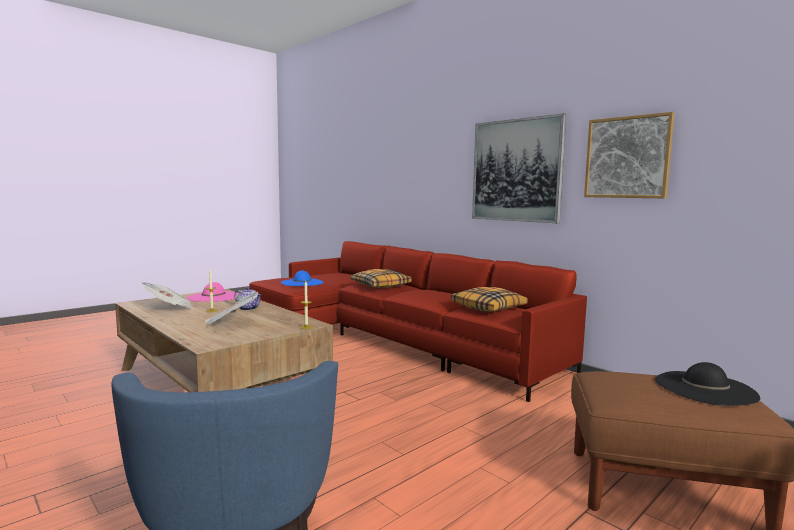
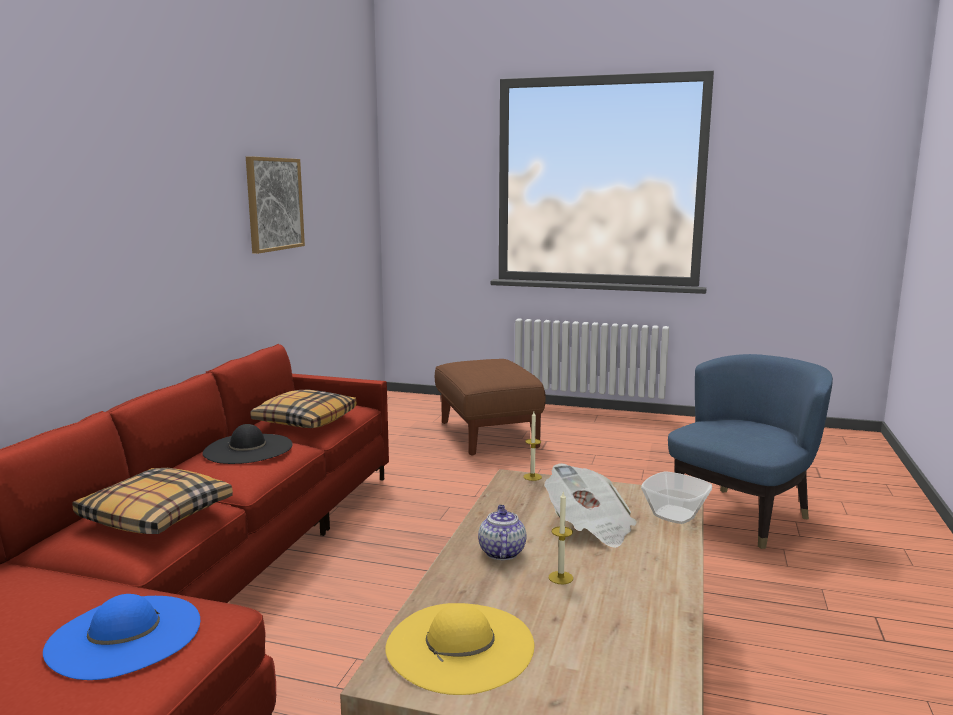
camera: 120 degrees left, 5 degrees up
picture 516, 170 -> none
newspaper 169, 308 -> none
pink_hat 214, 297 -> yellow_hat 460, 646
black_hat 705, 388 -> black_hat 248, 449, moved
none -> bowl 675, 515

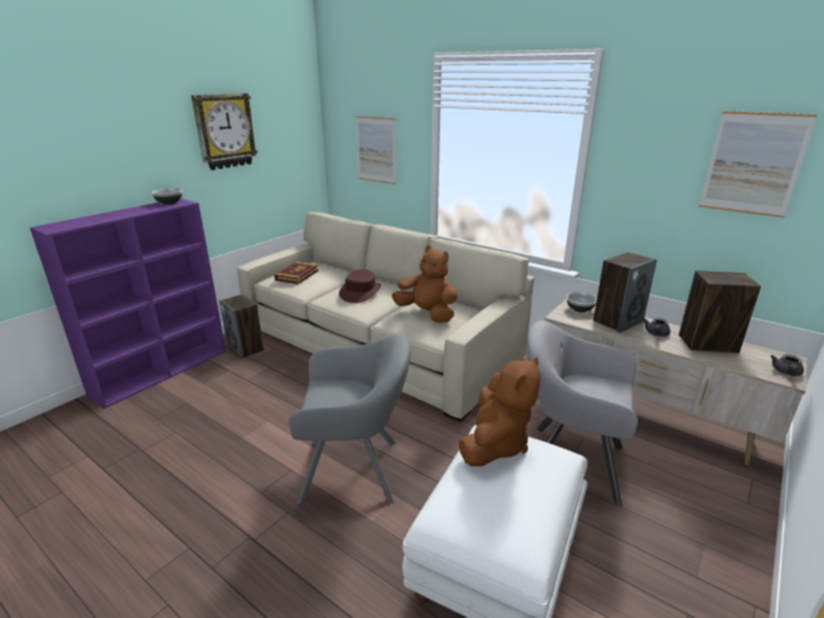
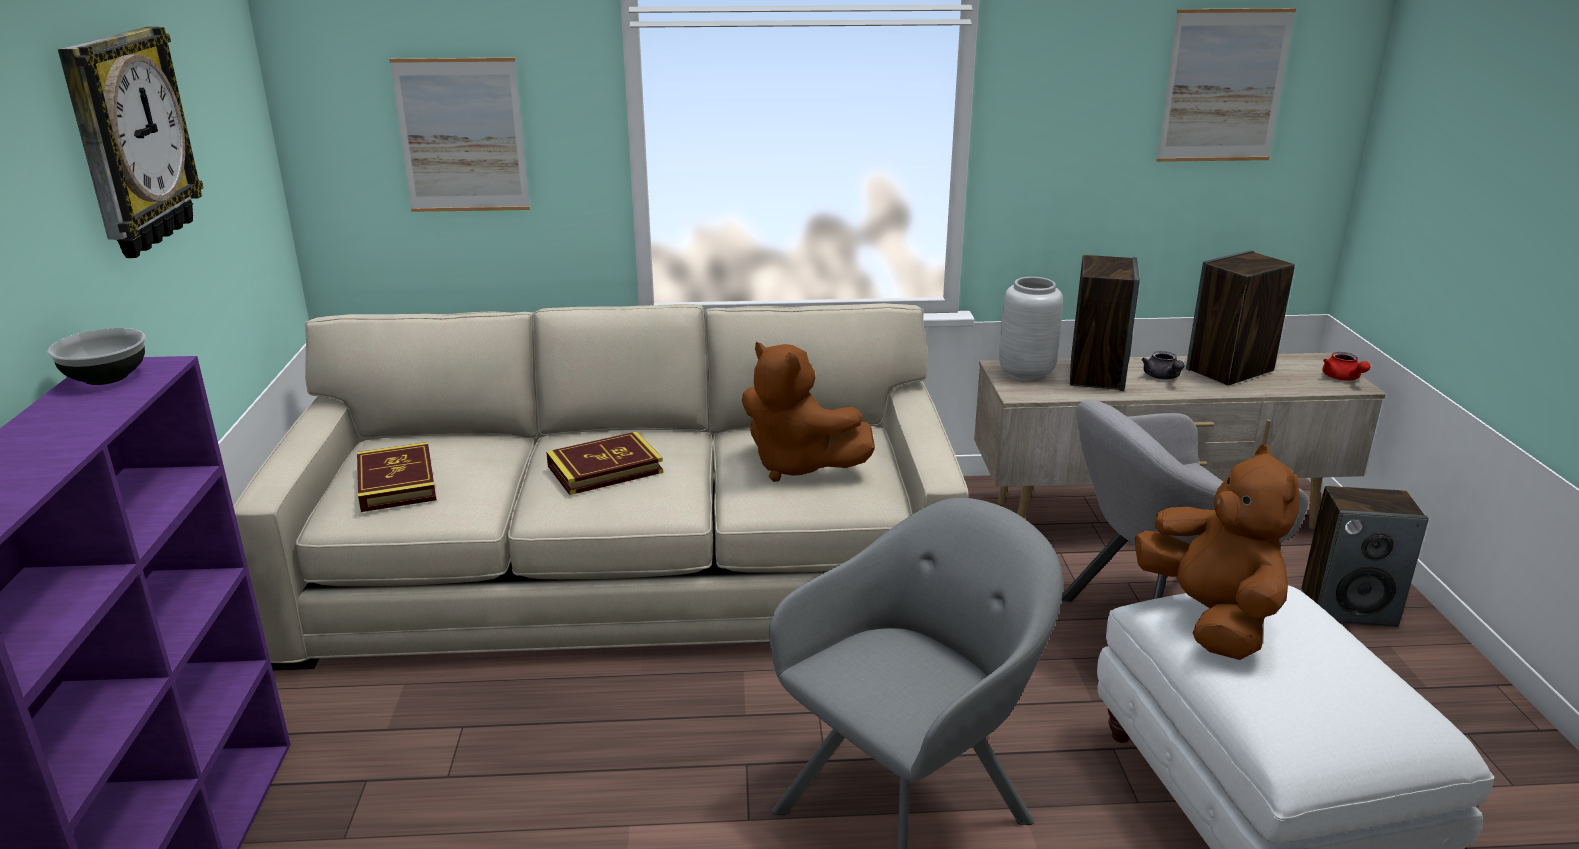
camera: 40 degrees left, 0 degrees up
brown_plush_toy 427, 314 -> brown_plush_toy 798, 466, 135 degrees counterclockwise
brown_hat 360, 292 -> book 605, 469
bowl 579, 309 -> grey_vase 1025, 373
speaker 246, 348 -> speaker 1348, 608, moved
grey_teapot 786, 373 -> red_teapot 1343, 378

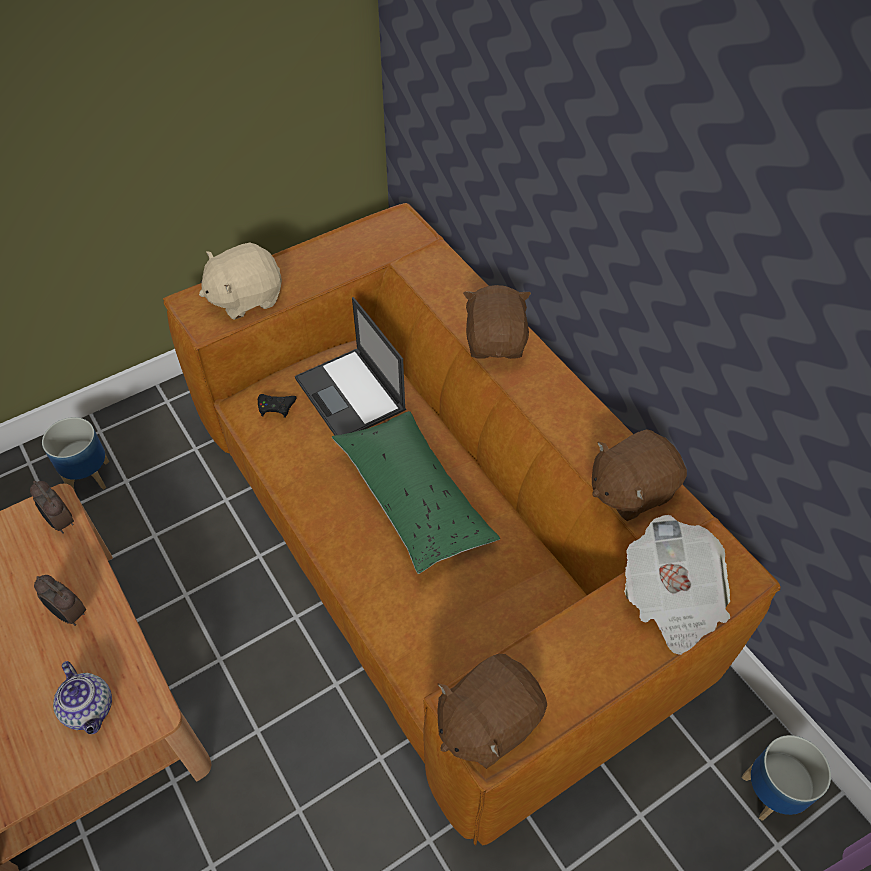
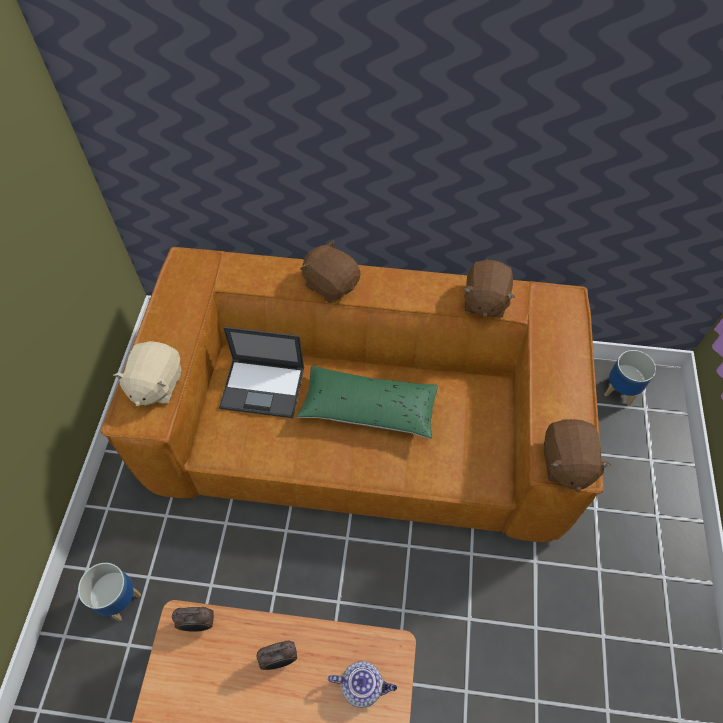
camera: 50 degrees left, 5 degrees up
black_game_controller 276, 407 -> none
newspaper 671, 599 -> none

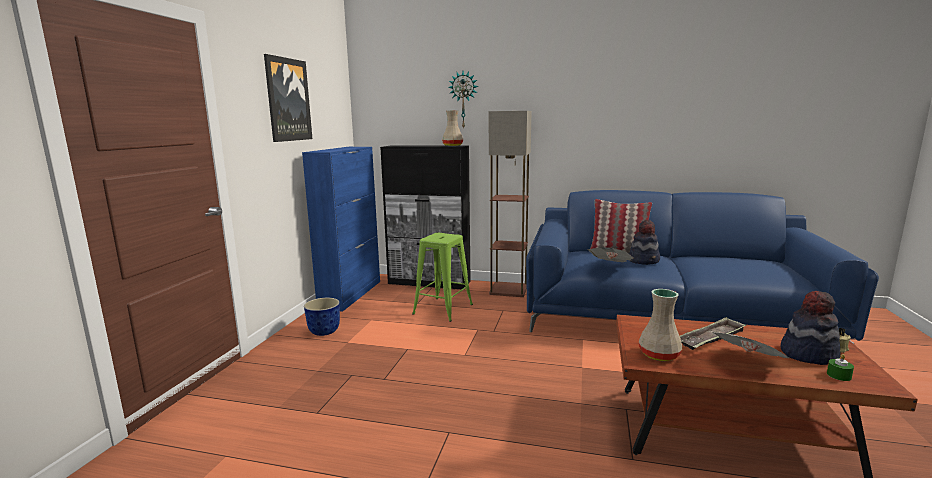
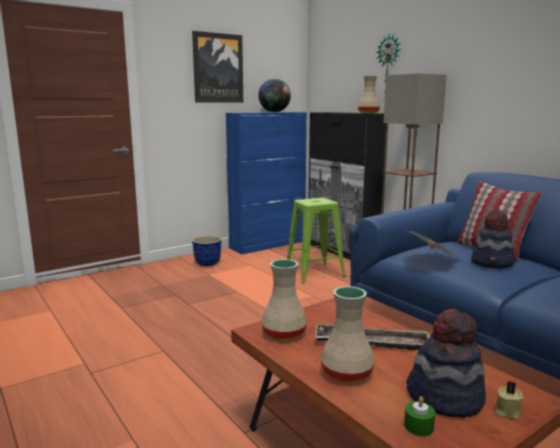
camera: 40 degrees right, 0 degrees up
newspaper 747, 363 -> beige_vase 347, 372
none -> globe 274, 112

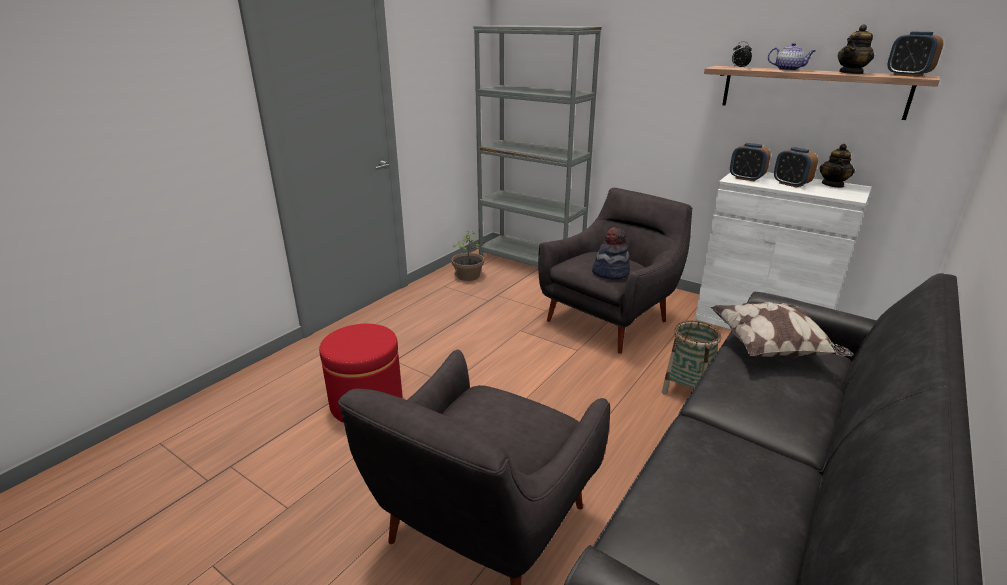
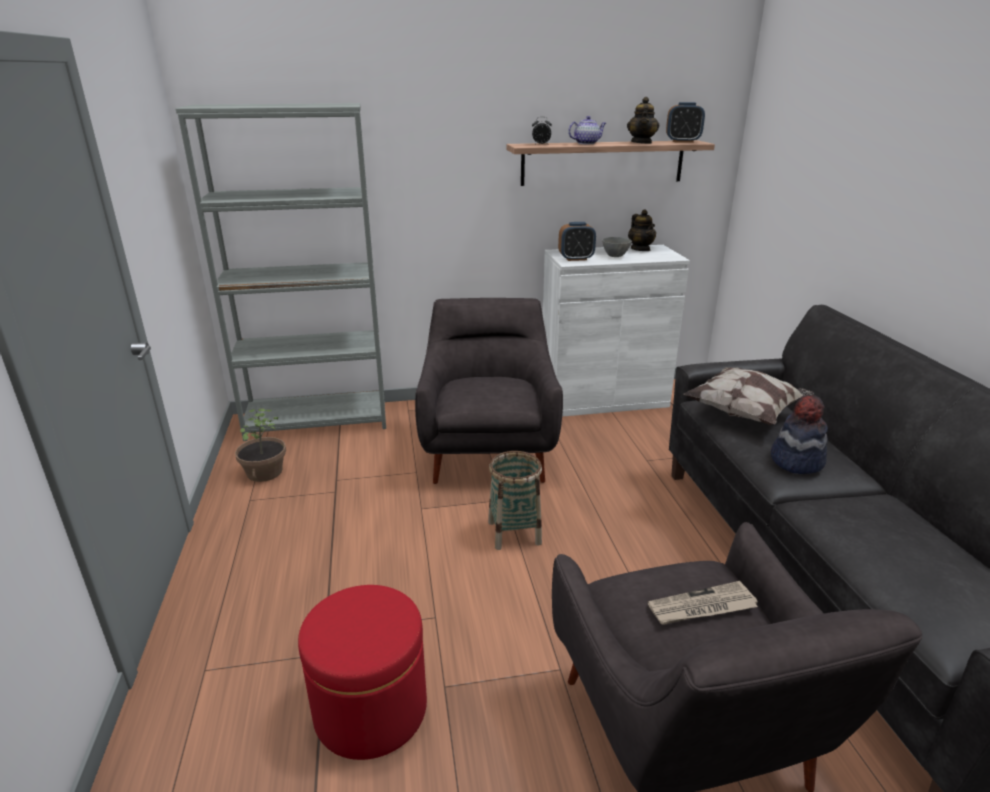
camera: 45 degrees left, 0 degrees up
alarm_clock 791, 184 -> grey_bowl 615, 256
hat 610, 272 -> hat 796, 460, moved
basket 687, 390 -> basket 514, 532, moved
none -> newspaper 701, 607

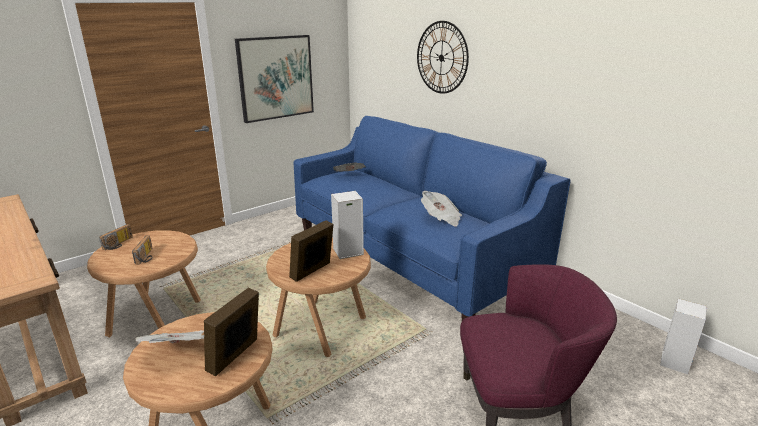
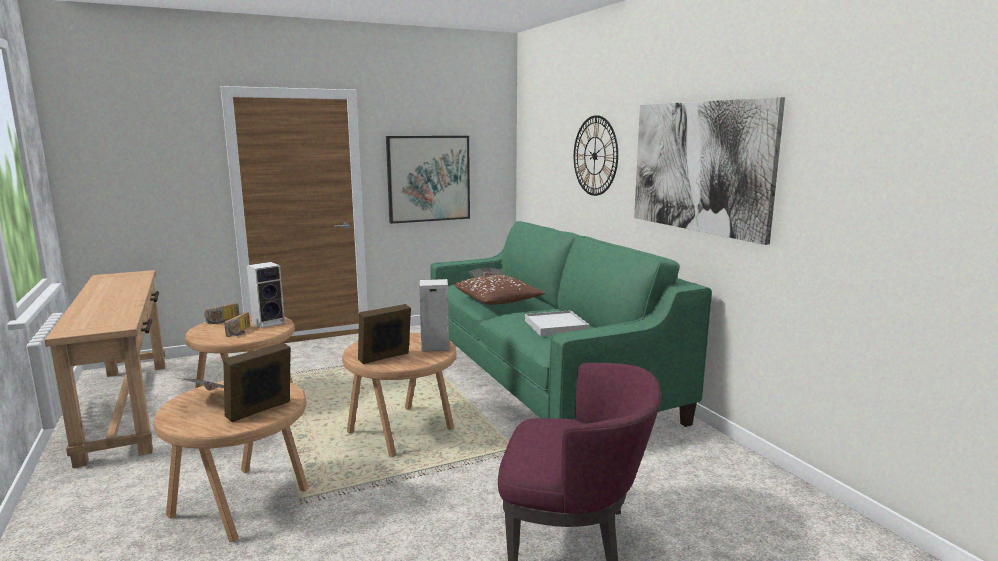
camera: 15 degrees right, 10 degrees down
blue_sofa 411, 254 -> green_sofa 543, 378
newspaper 441, 219 -> white_tray 556, 326
speaker 674, 361 -> speaker 269, 322, moved
none -> picture 700, 167
none -> brown_pillow 498, 301

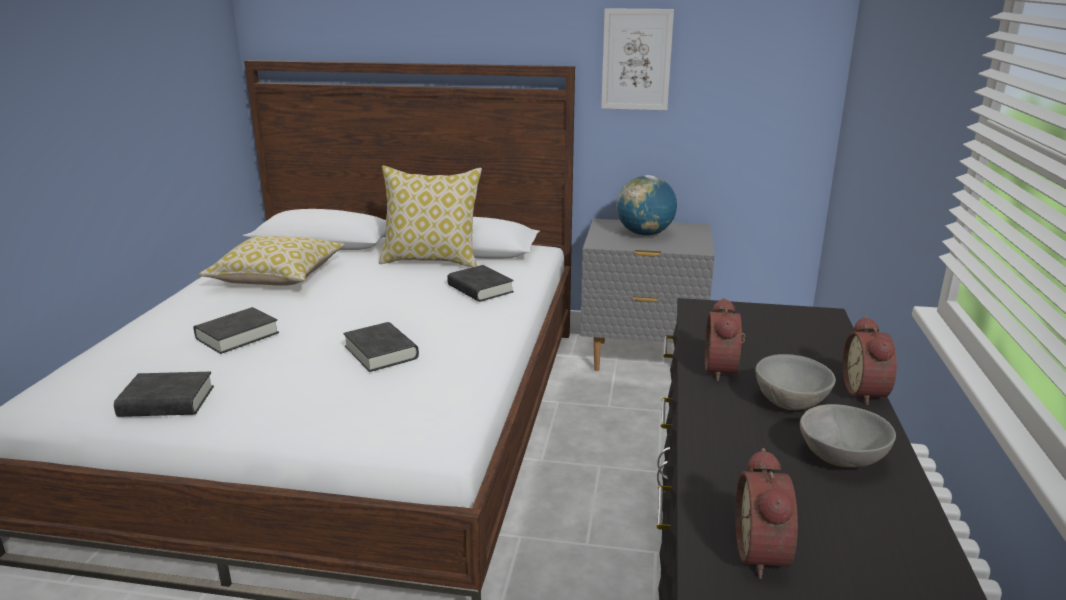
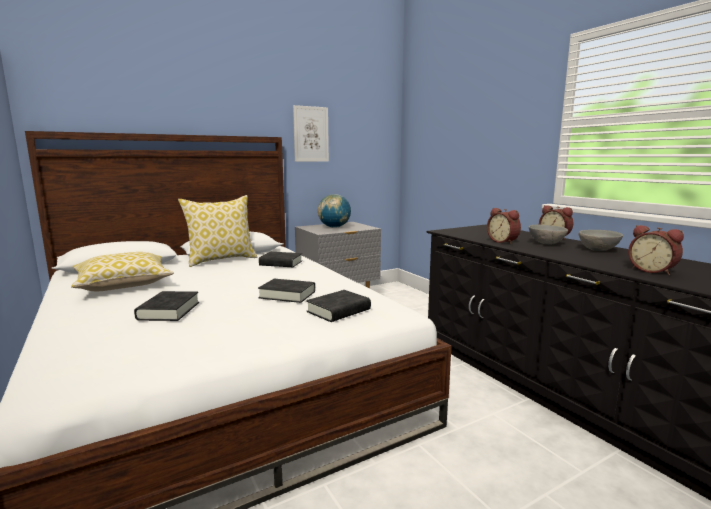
camera: 40 degrees left, 10 degrees down
black_book 167, 402 -> black_book 338, 311, moved

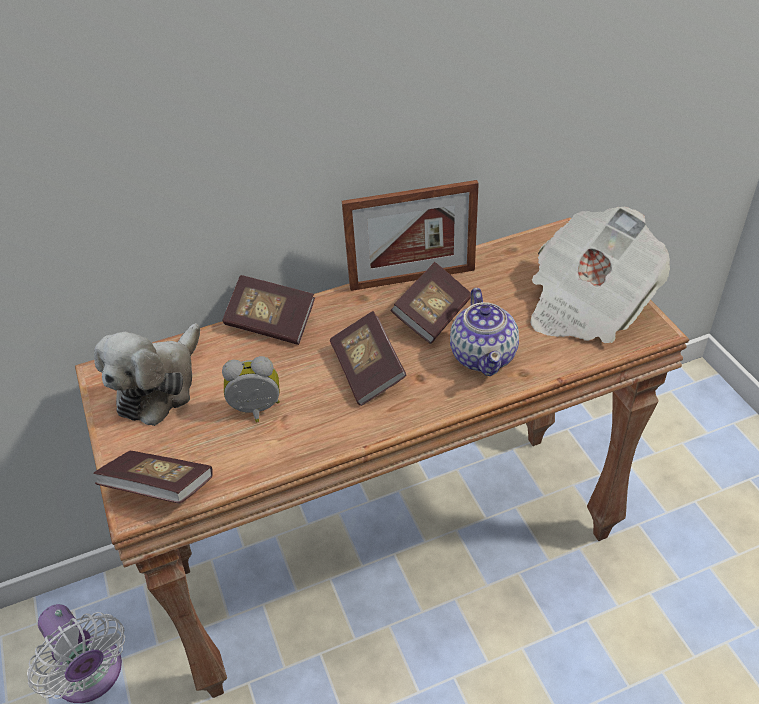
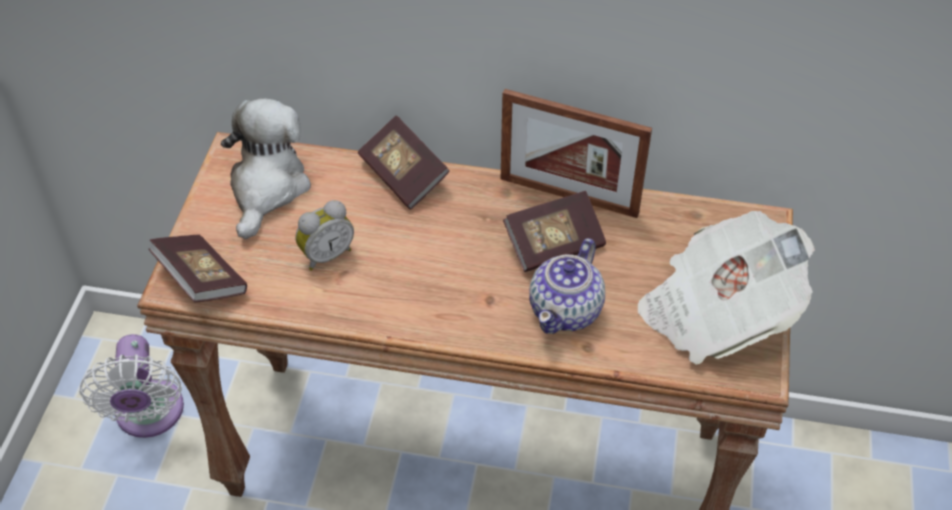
camera: 30 degrees right, 5 degrees up
book 368, 371 -> none
plush_toy 159, 386 -> plush_toy 267, 187, 135 degrees clockwise
alarm_clock 256, 411 -> alarm_clock 326, 254, 120 degrees clockwise

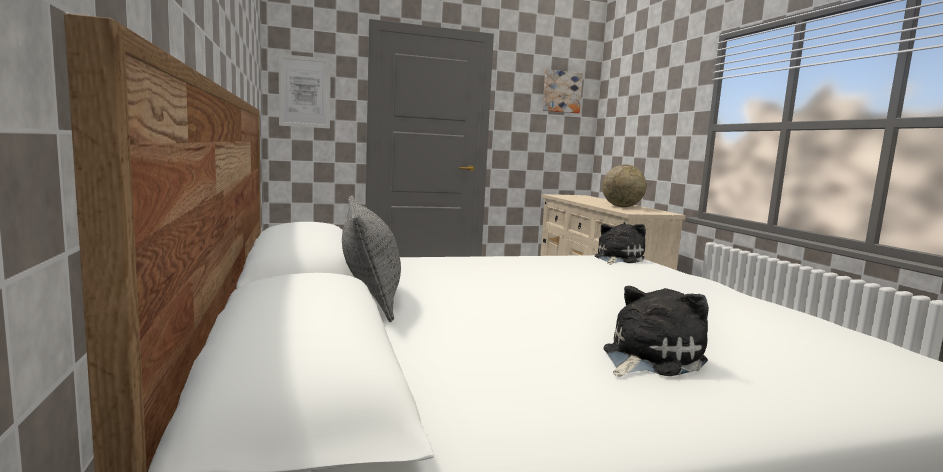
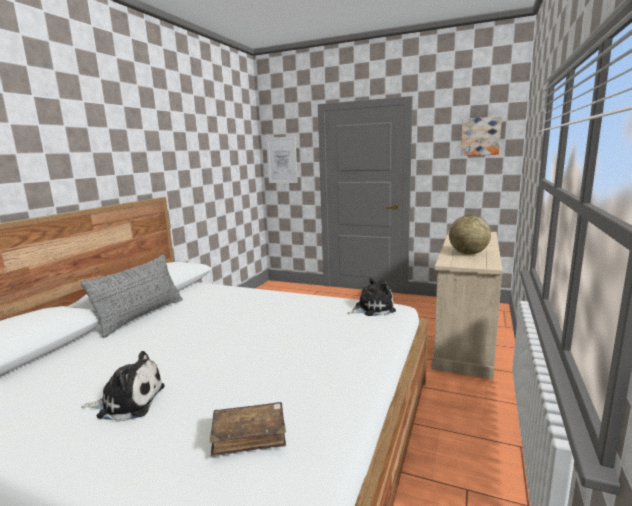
camera: 40 degrees right, 5 degrees up
none -> brown_book 249, 435

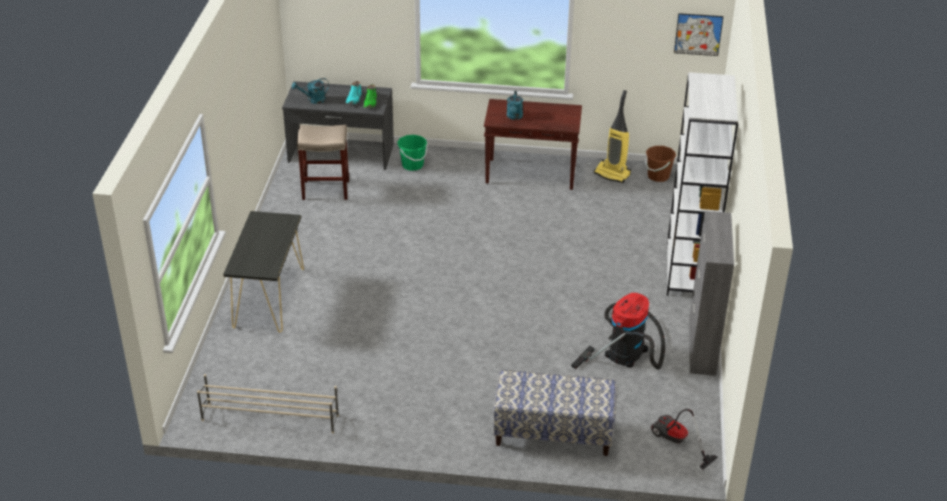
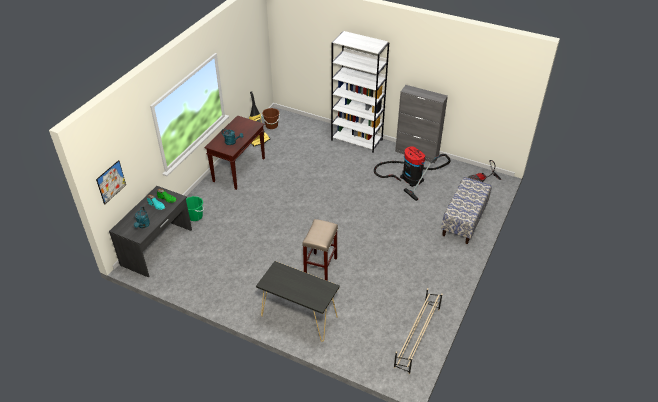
camera: 70 degrees left, 5 degrees up
picture 698, 34 -> picture 111, 182, moved
beige_stool 325, 190 -> beige_stool 320, 267, moved

